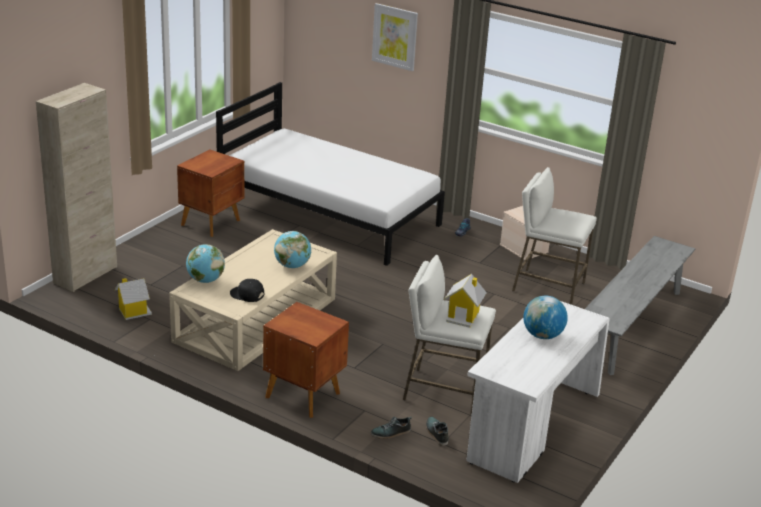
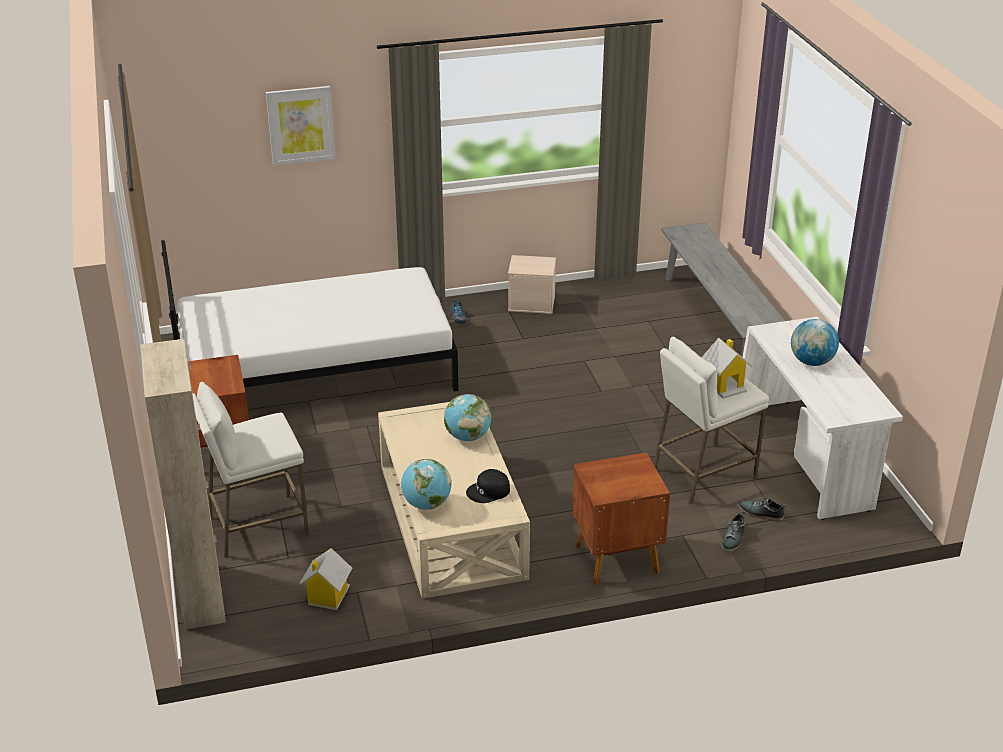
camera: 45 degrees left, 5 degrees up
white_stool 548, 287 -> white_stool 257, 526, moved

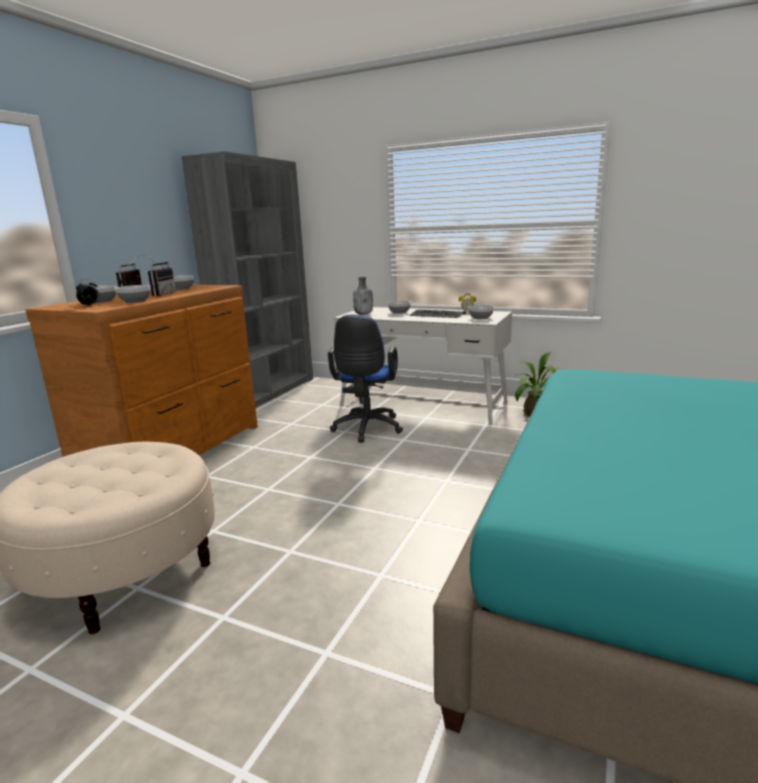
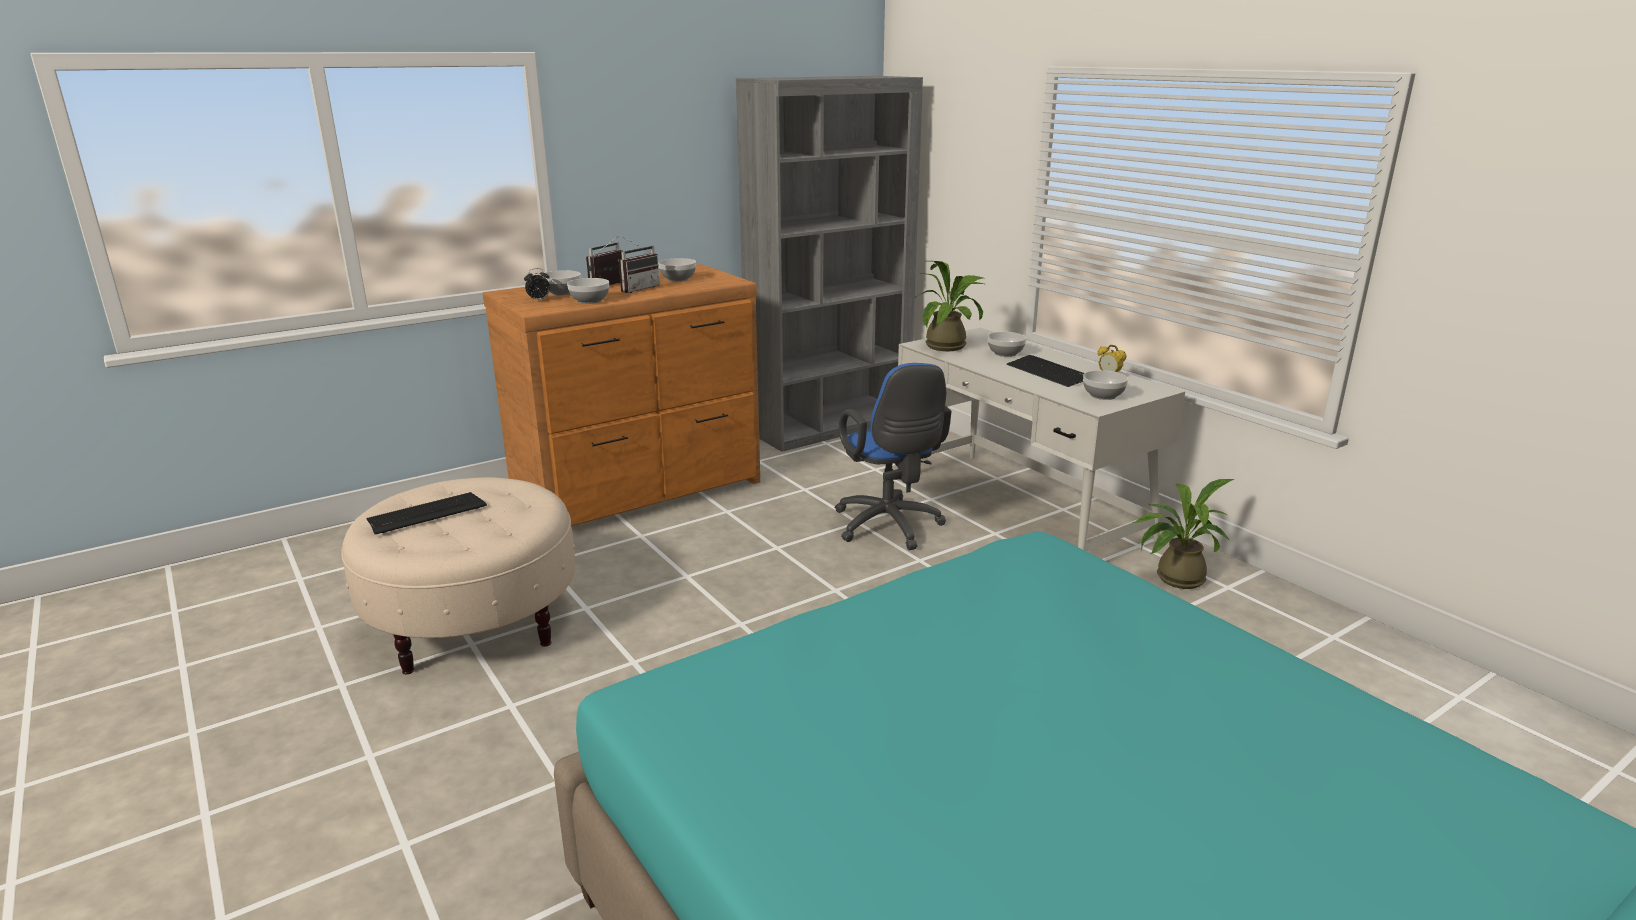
camera: 30 degrees right, 5 degrees up
grey_bottle 364, 314 -> potted_plant 950, 346
blue_office_chair 366, 429 -> blue_office_chair 890, 528, 60 degrees counterclockwise
none -> keyboard 426, 514

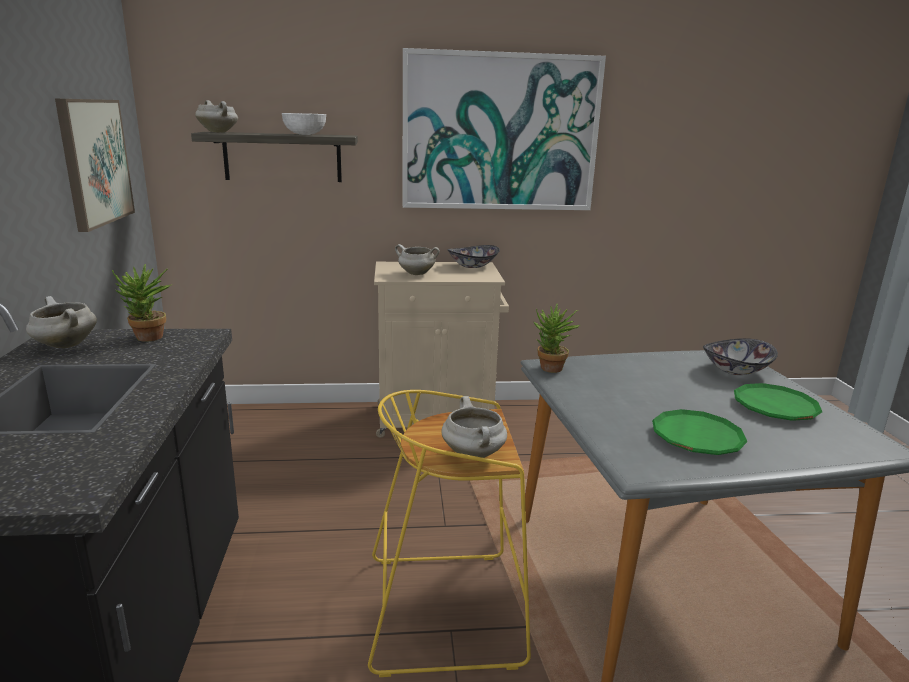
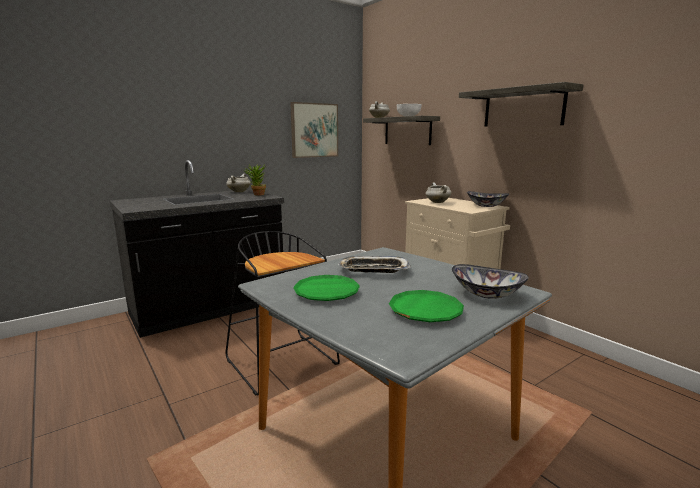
camera: 60 degrees right, 5 degrees down
picture 500, 133 -> shelf 523, 108
potted_plant 551, 370 -> none
yellow_stool 447, 608 -> black_stool 283, 363
white_cooking_pot 474, 454 -> none
none -> tray 373, 269

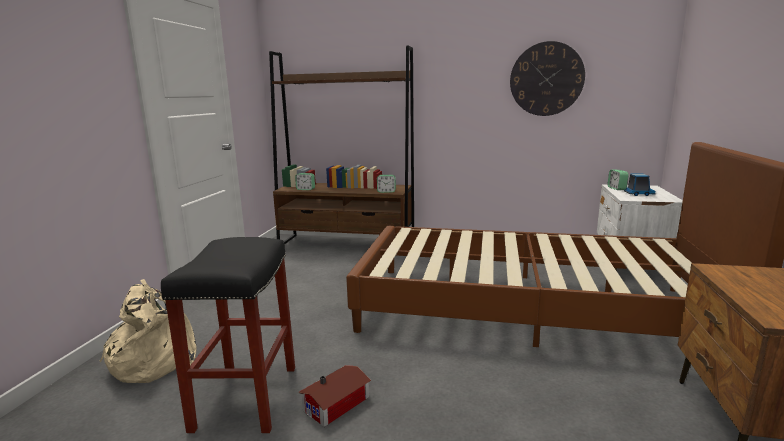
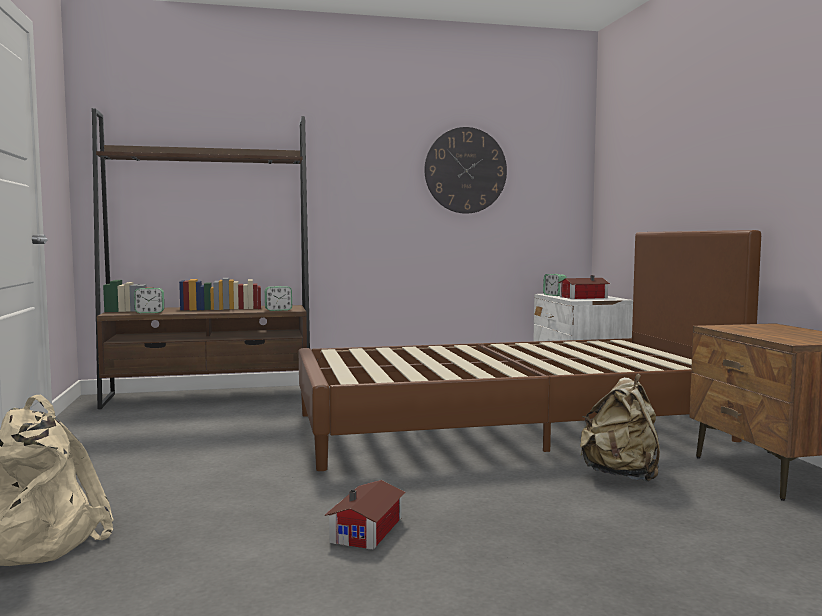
camera: 25 degrees left, 10 degrees down
toy_truck 638, 194 -> toy_house 581, 297
black_stool 246, 396 -> none
none -> beige_backpack 621, 475

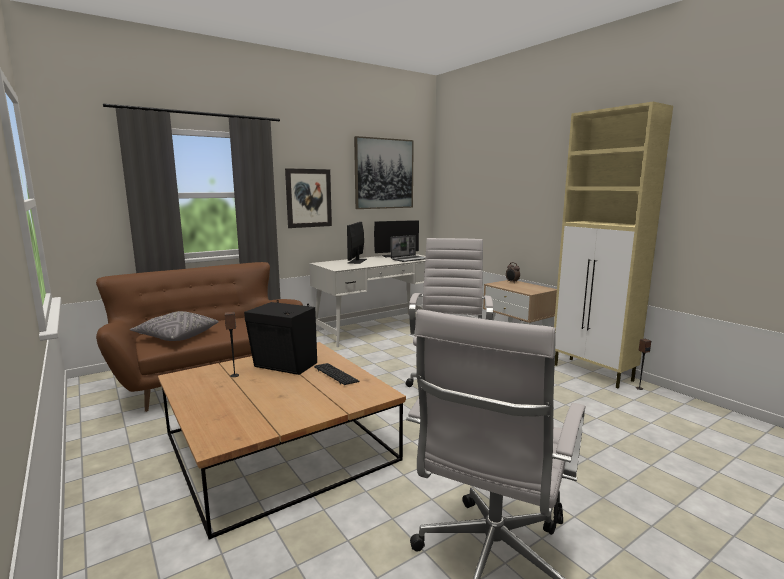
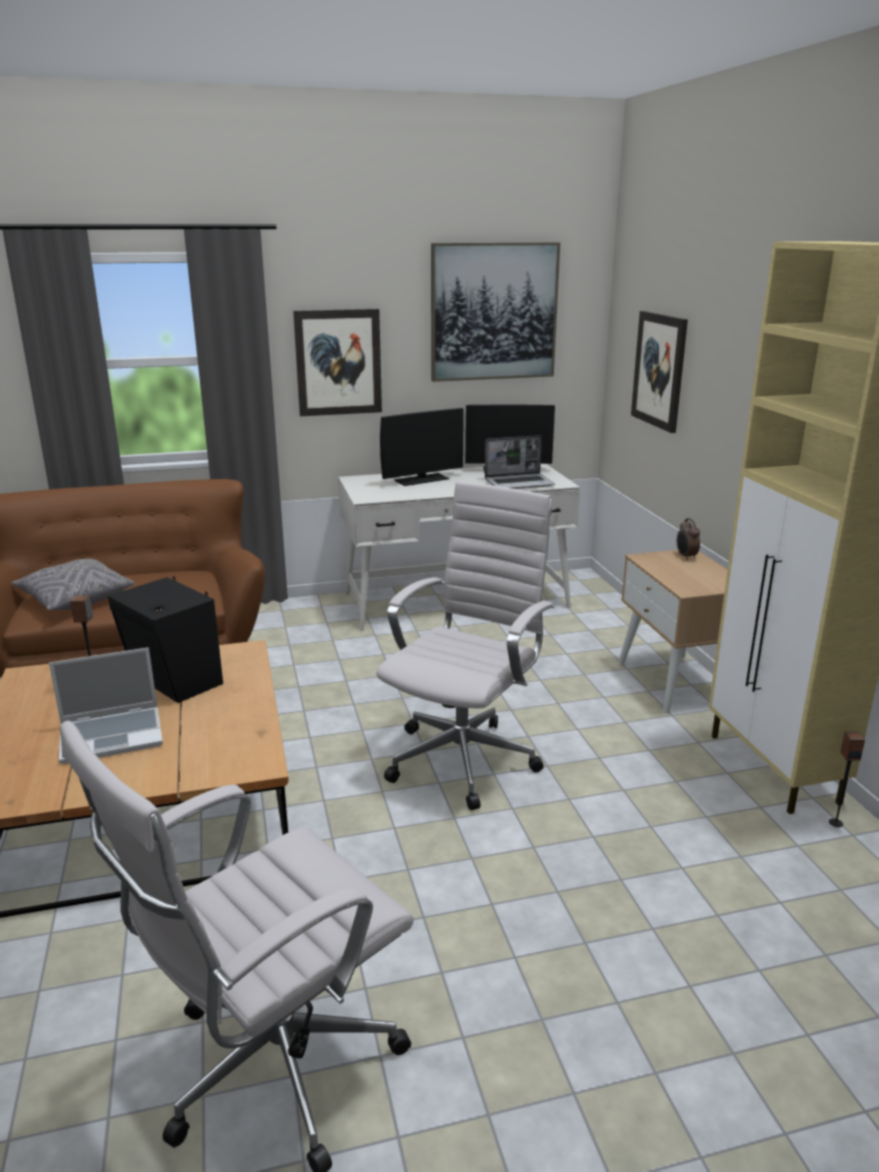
camera: 20 degrees right, 10 degrees up
monitor 357, 261 -> monitor 421, 479, 150 degrees counterclockwise
keyboard 335, 375 -> none
none -> picture 659, 370
none -> laptop 113, 736

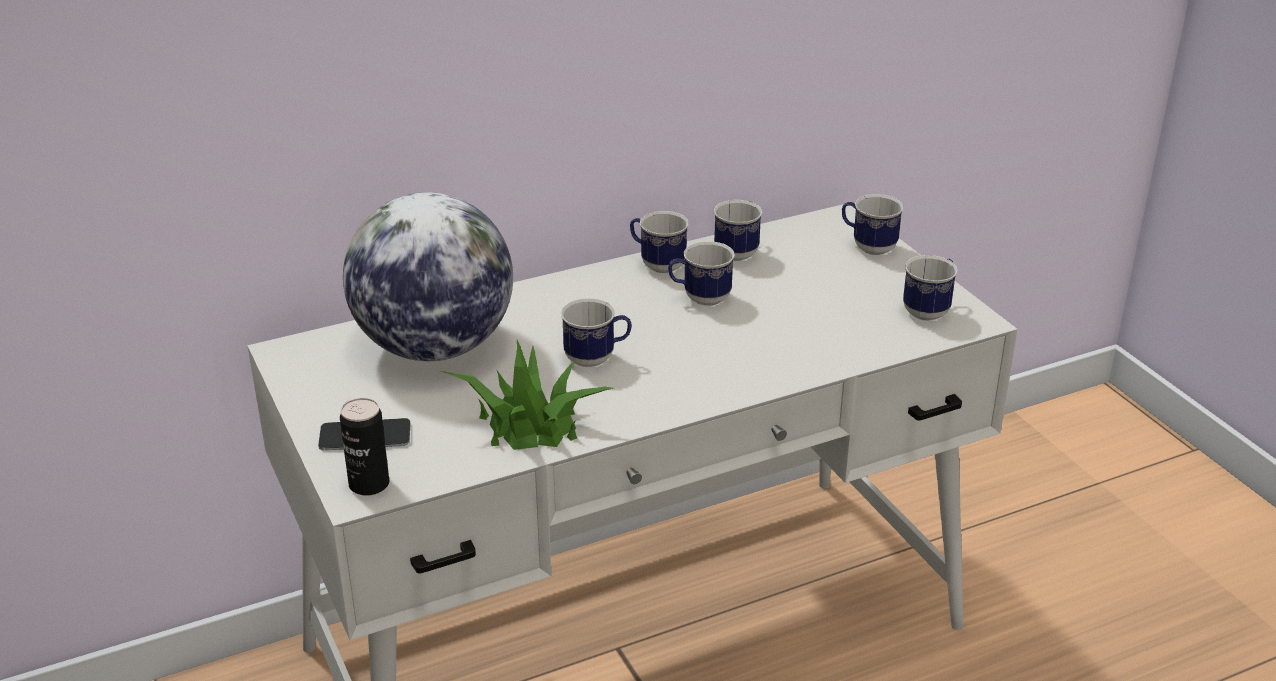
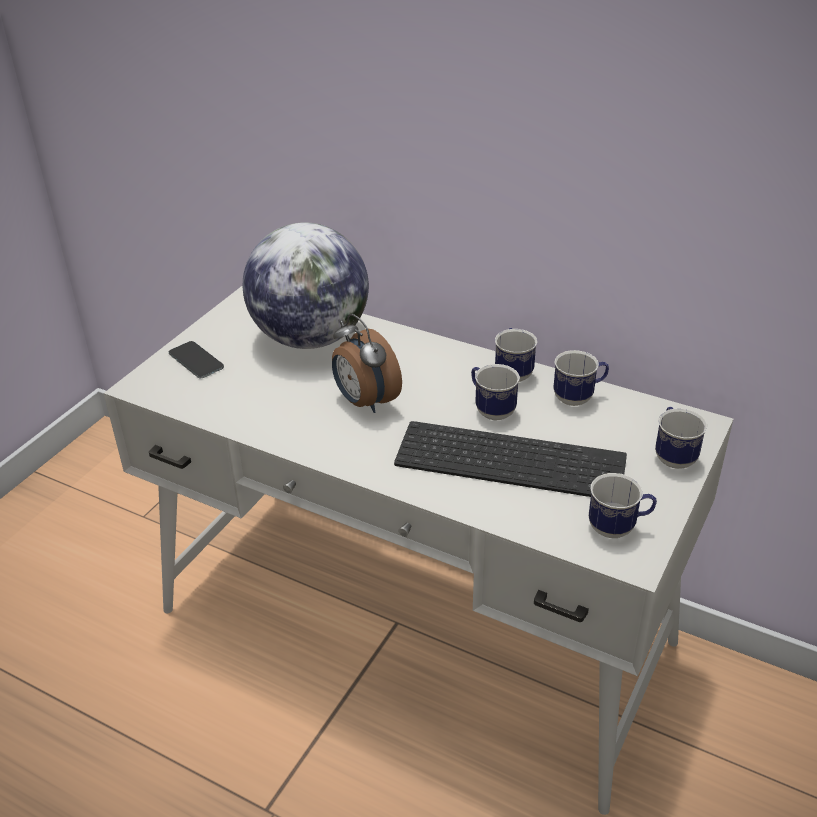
camera: 55 degrees right, 5 degrees up
mug 596, 359 -> alarm_clock 365, 402
potted_plant 530, 423 -> none
can 369, 484 -> none
none -> keyboard 513, 458

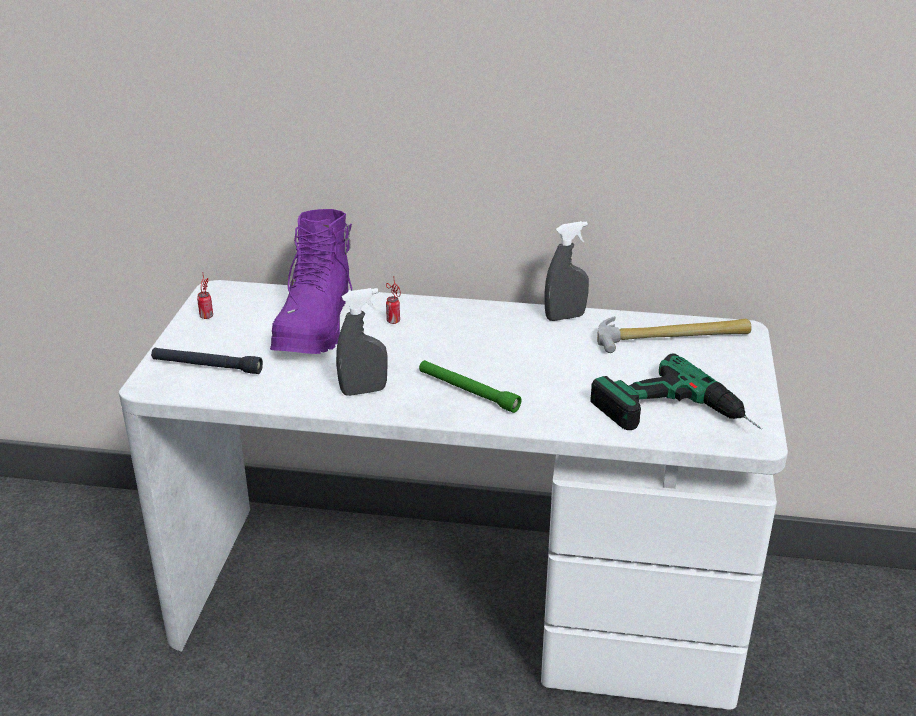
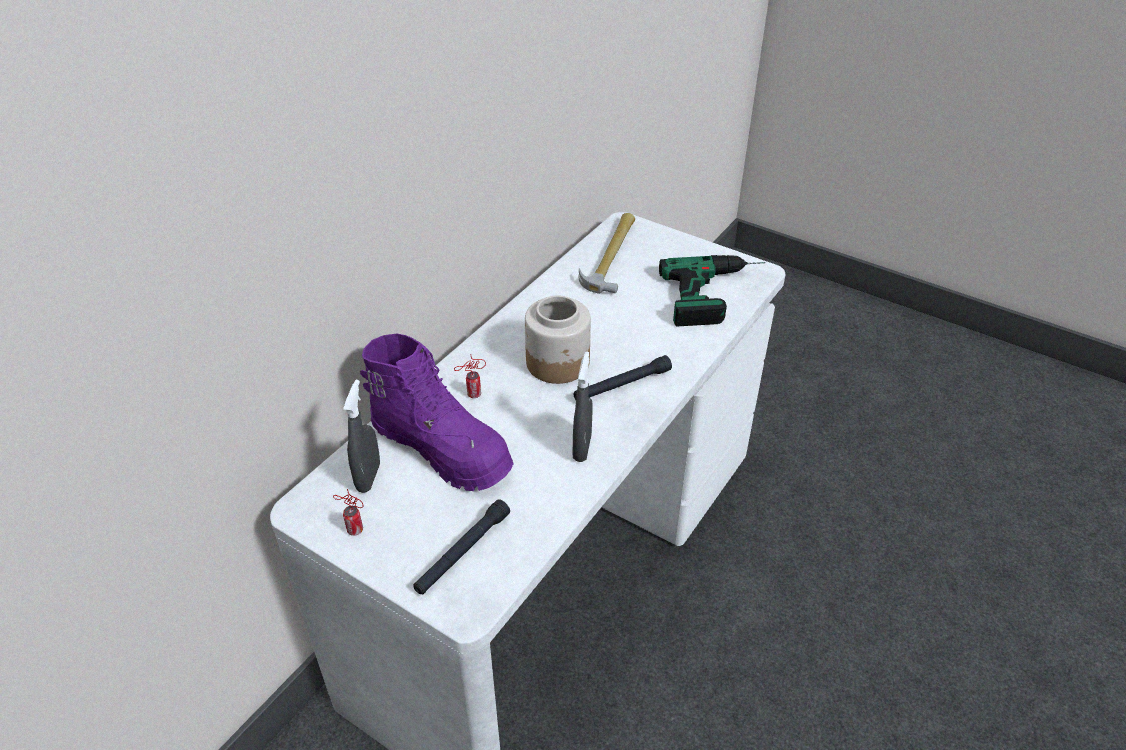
camera: 65 degrees left, 10 degrees up
grey_spray_bottle 565, 317 -> grey_spray_bottle 368, 477, moved
green_flashlight 467, 392 -> black_flashlight 622, 385
none -> jar 558, 363

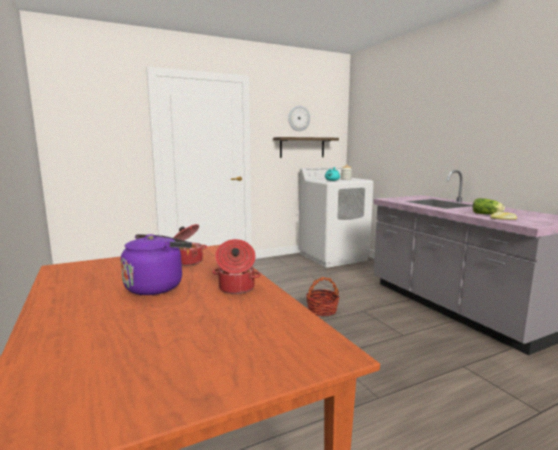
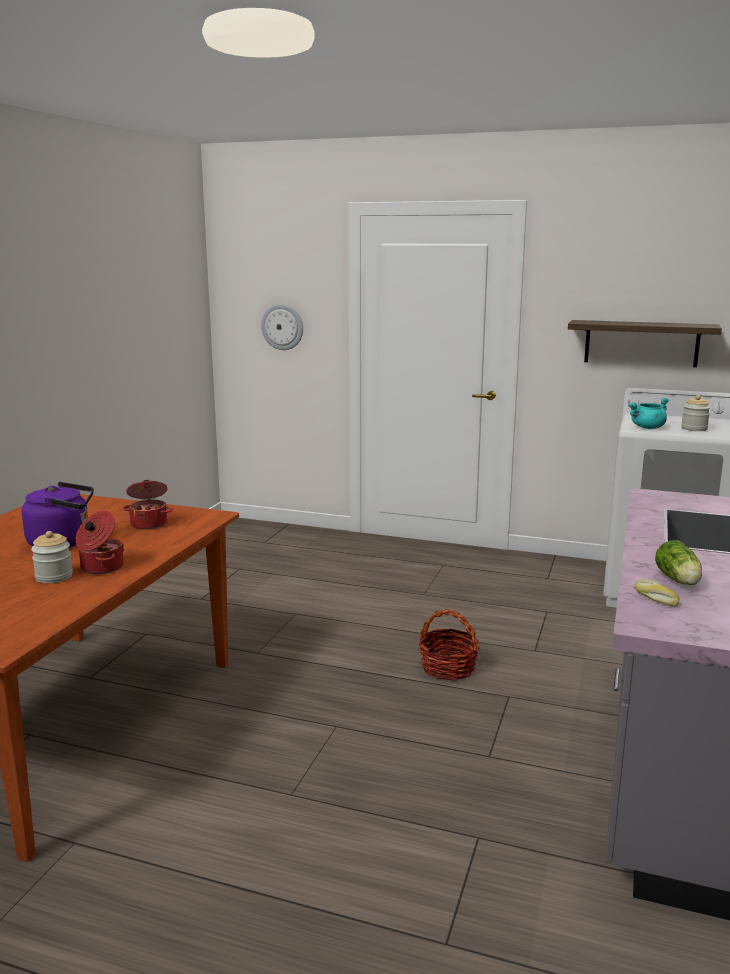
camera: 45 degrees right, 5 degrees up
wall_clock 298, 118 -> wall_clock 282, 326, moved
none -> jar 54, 577

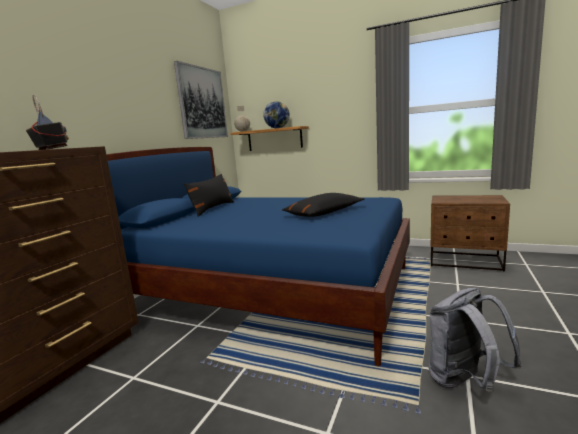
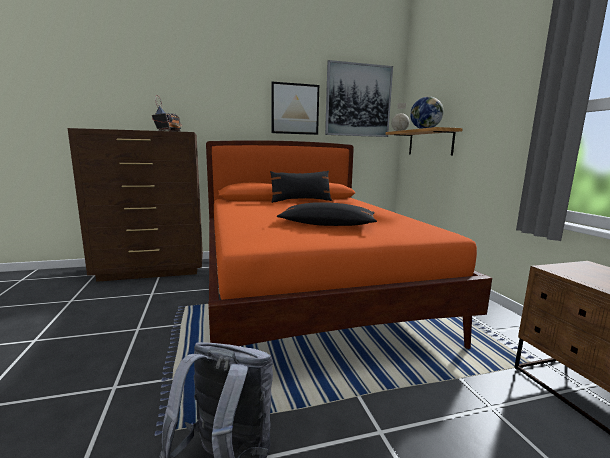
camera: 50 degrees right, 0 degrees up
blue_bed 271, 289 -> orange_bed 308, 292
none -> picture 295, 109

